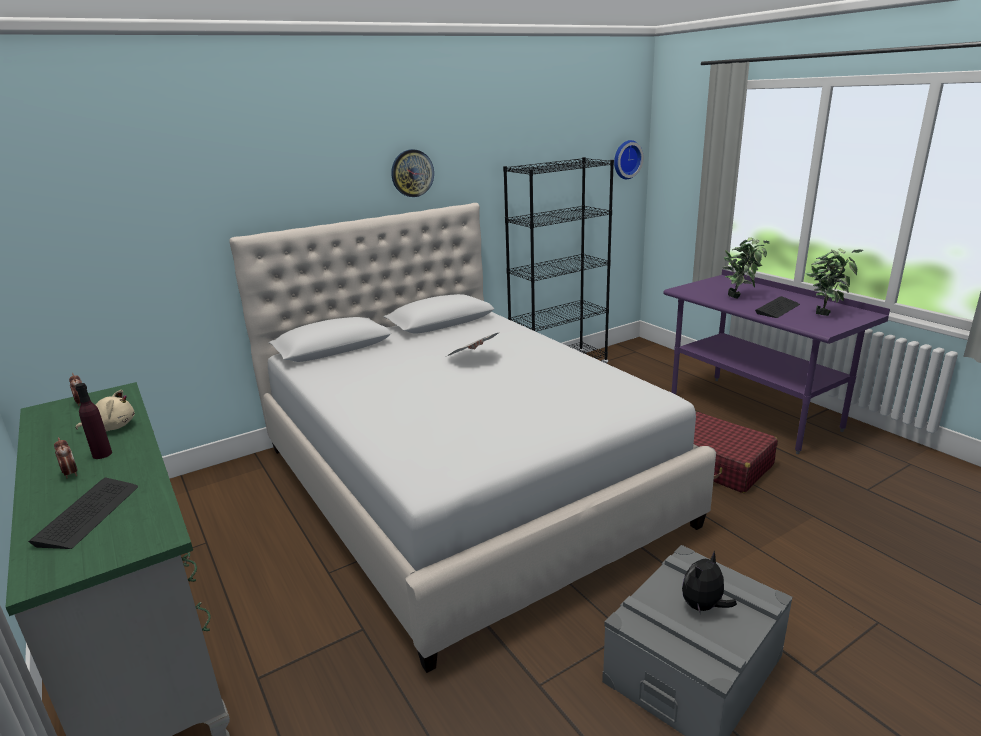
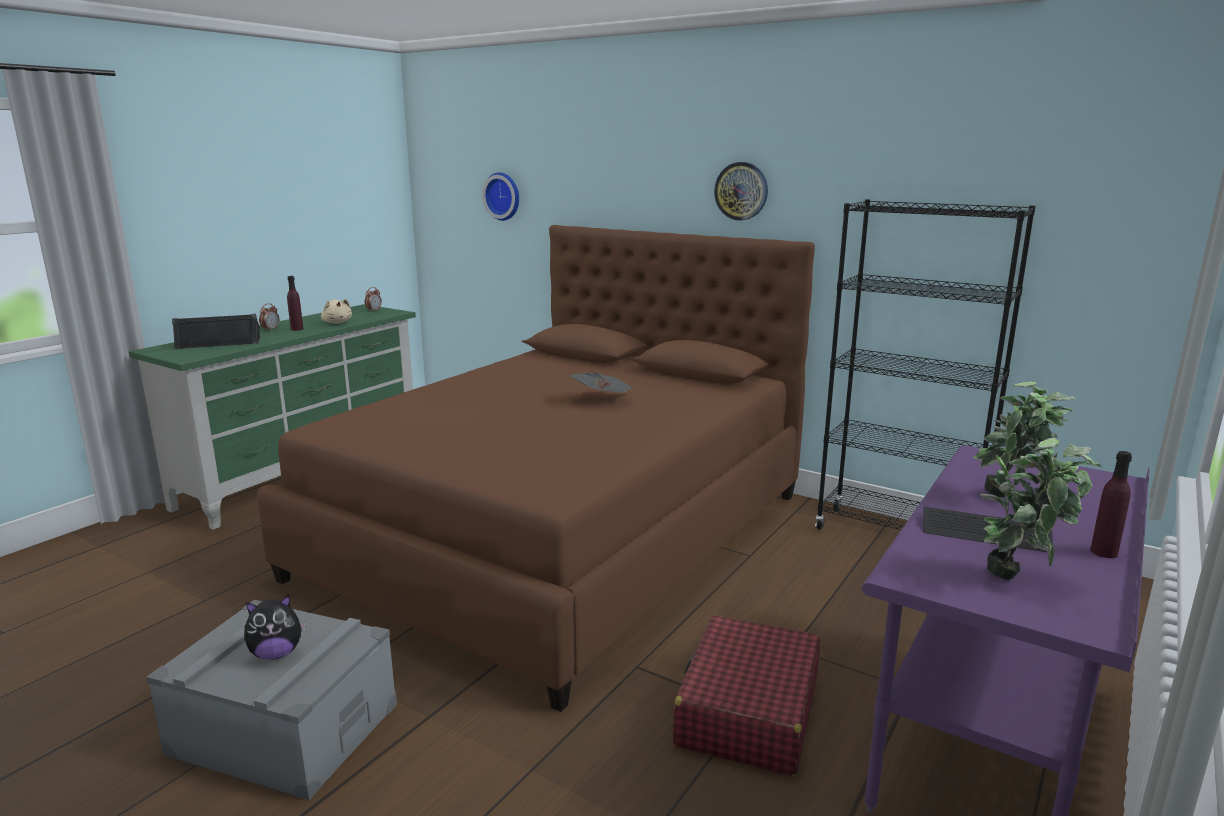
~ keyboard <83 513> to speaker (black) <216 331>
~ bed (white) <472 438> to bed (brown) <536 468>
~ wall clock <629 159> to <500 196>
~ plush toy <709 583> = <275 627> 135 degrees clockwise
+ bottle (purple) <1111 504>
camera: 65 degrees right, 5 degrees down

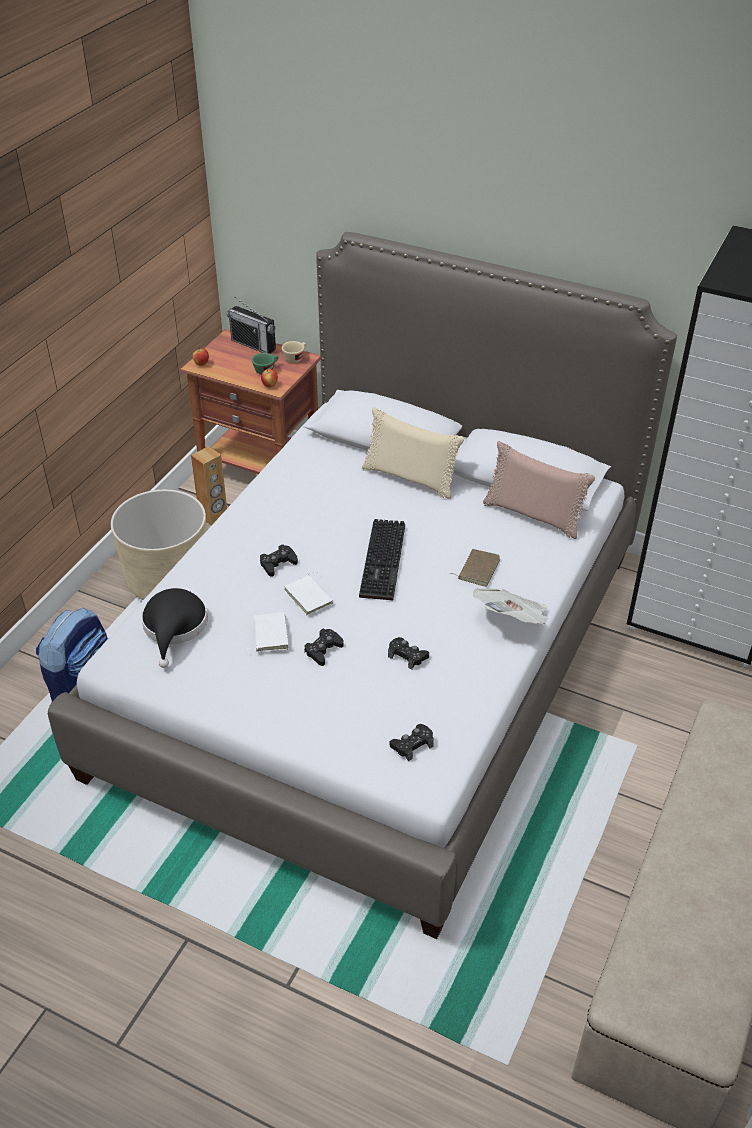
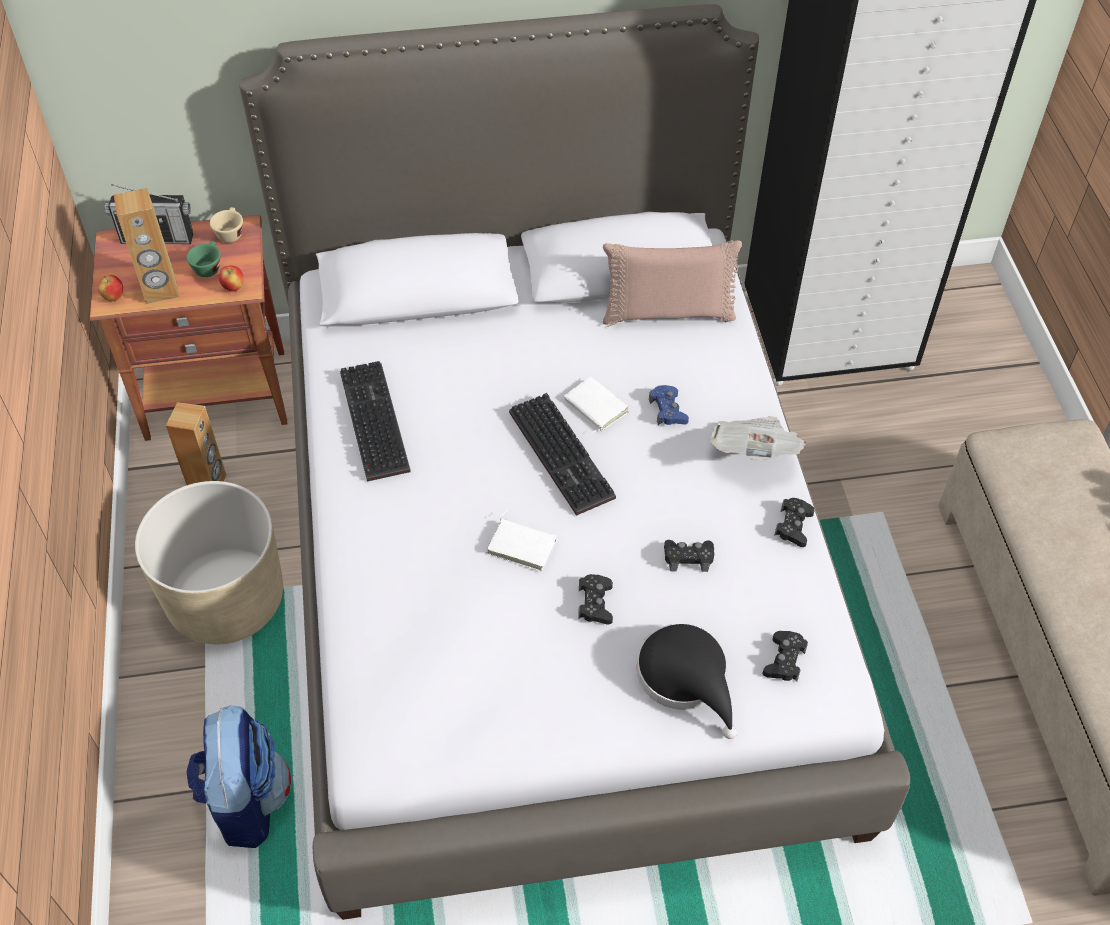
~ hat (black) <174 628> to <687 681>
~ book (white) <267 632> to <596 406>
~ game controller (black) <279 561> to <794 522>
- pillow (beige) <413 453>
~ book (brown) <474 568> to game controller (blue) <669 405>
+ speaker (brown) <146 246>
+ keyboard <375 421>
camera: 35 degrees left, 10 degrees up

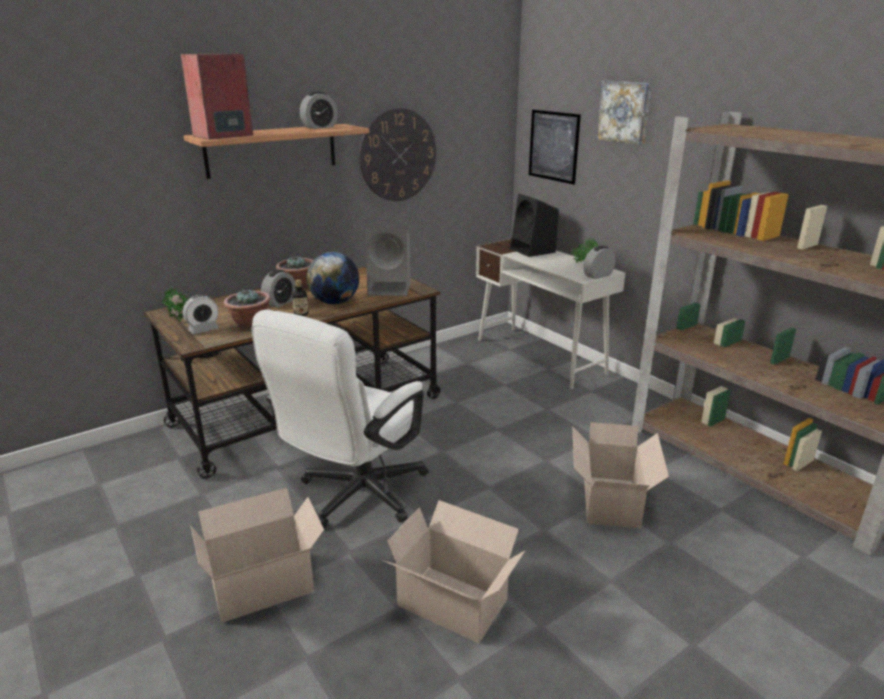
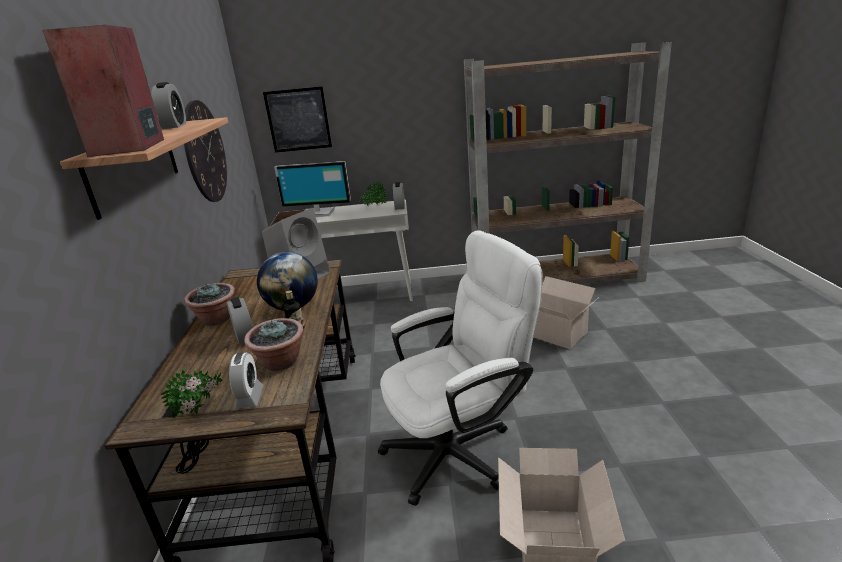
~ office chair (white) <340 419> = <460 368> 90 degrees counterclockwise
- cardboard box <454 571>
~ speaker (black) <534 225> to monitor <312 189>
- picture <624 113>
camera: 55 degrees left, 0 degrees up

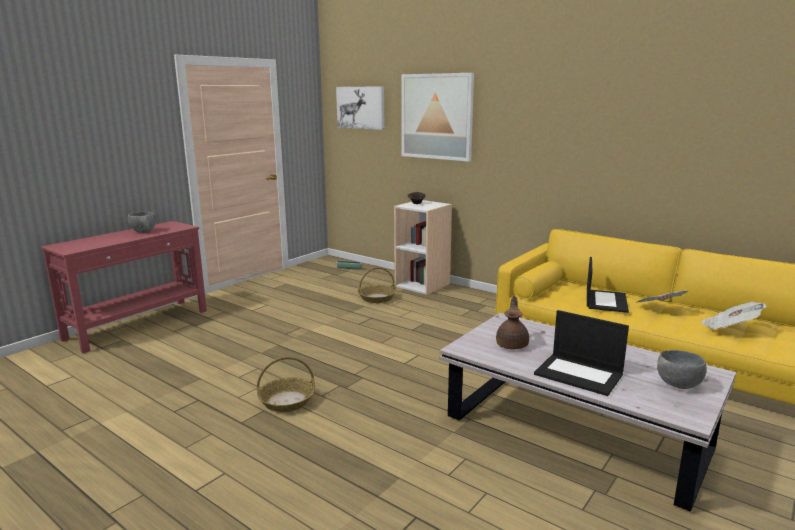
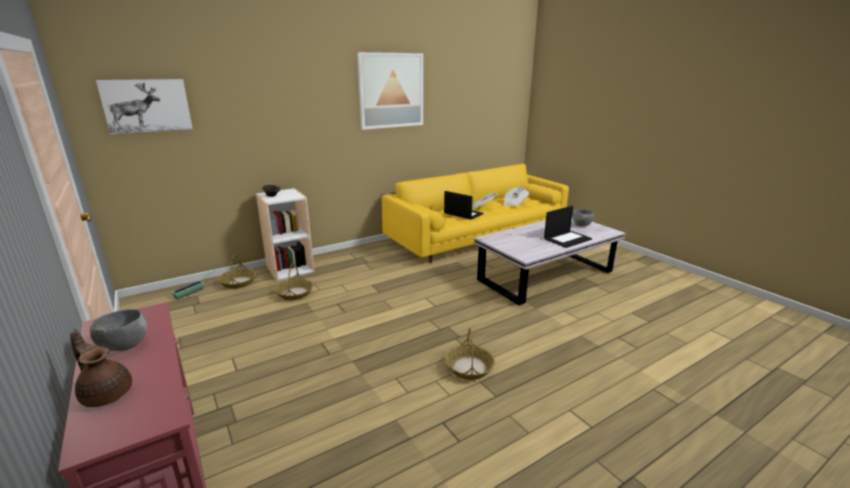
~ picture <437 117> to <390 91>
~ teapot (brown) <512 322> to <101 369>
+ basket <237 271>
camera: 70 degrees left, 5 degrees up

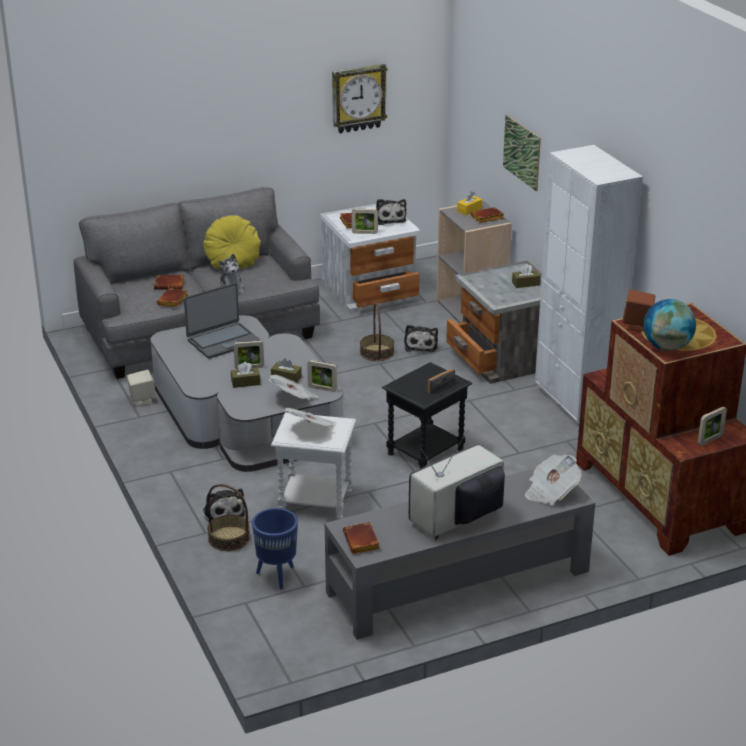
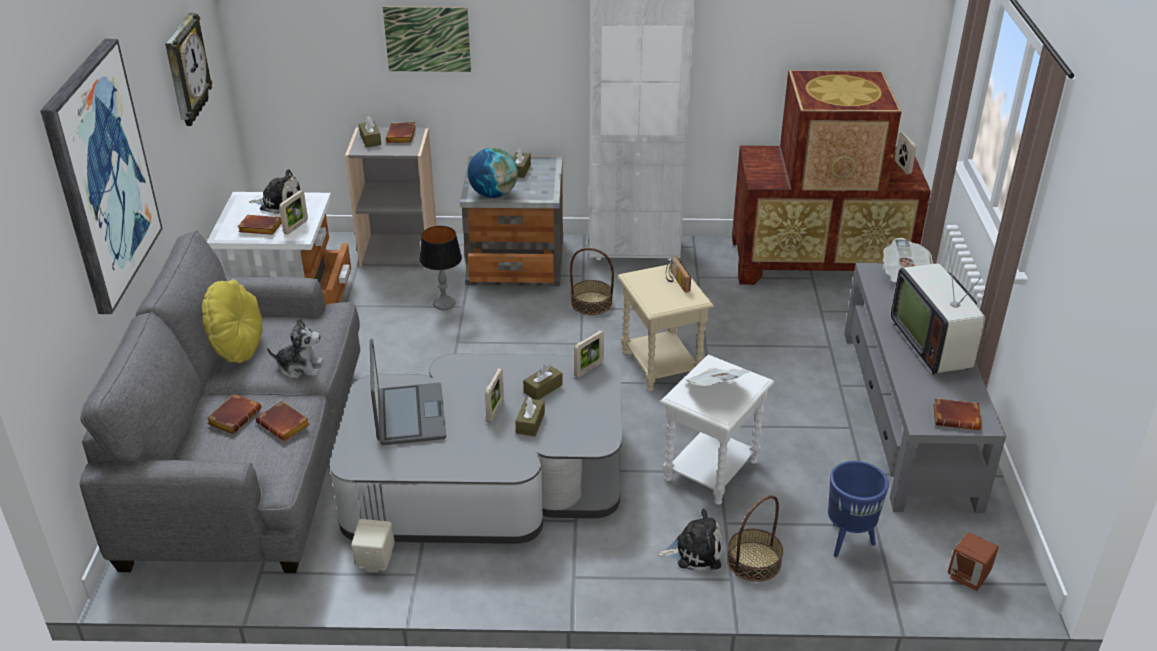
- newspaper <293 387>
~ basket <377 332> to <592 281>
~ side table (black) <427 415> to side table (beige) <666 327>
~ plush toy <421 338> to table lamp <440 268>
~ tissue box (yellow) <469 203> to tissue box (brown) <370 132>
~ speaker (brown) <639 310> to <973 562>
~ globe <669 325> to <493 173>
+ picture <101 176>
camera: 65 degrees left, 5 degrees up

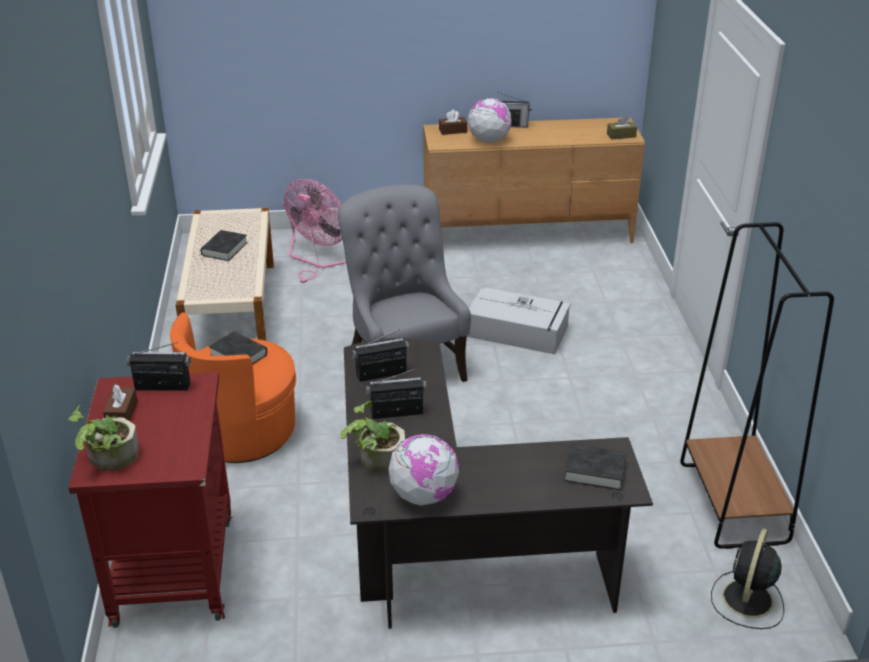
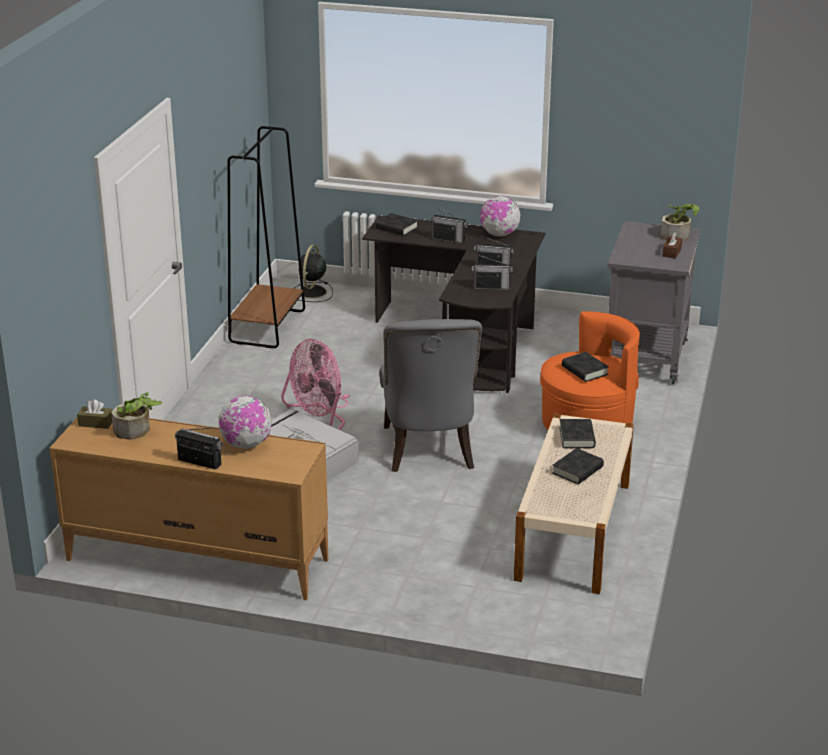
~ cart (red) <151 500> to cart (grey) <654 302>
~ radio <158 366> to <449 225>
~ fan (pink) <314 231> to <315 384>
~ potted plant <372 437> to <137 416>
- tissue box (brown) <453 122>
~ fan (black) <747 578> = <313 273> 150 degrees clockwise
+ book (black) <577 433>
camera: 160 degrees left, 5 degrees down

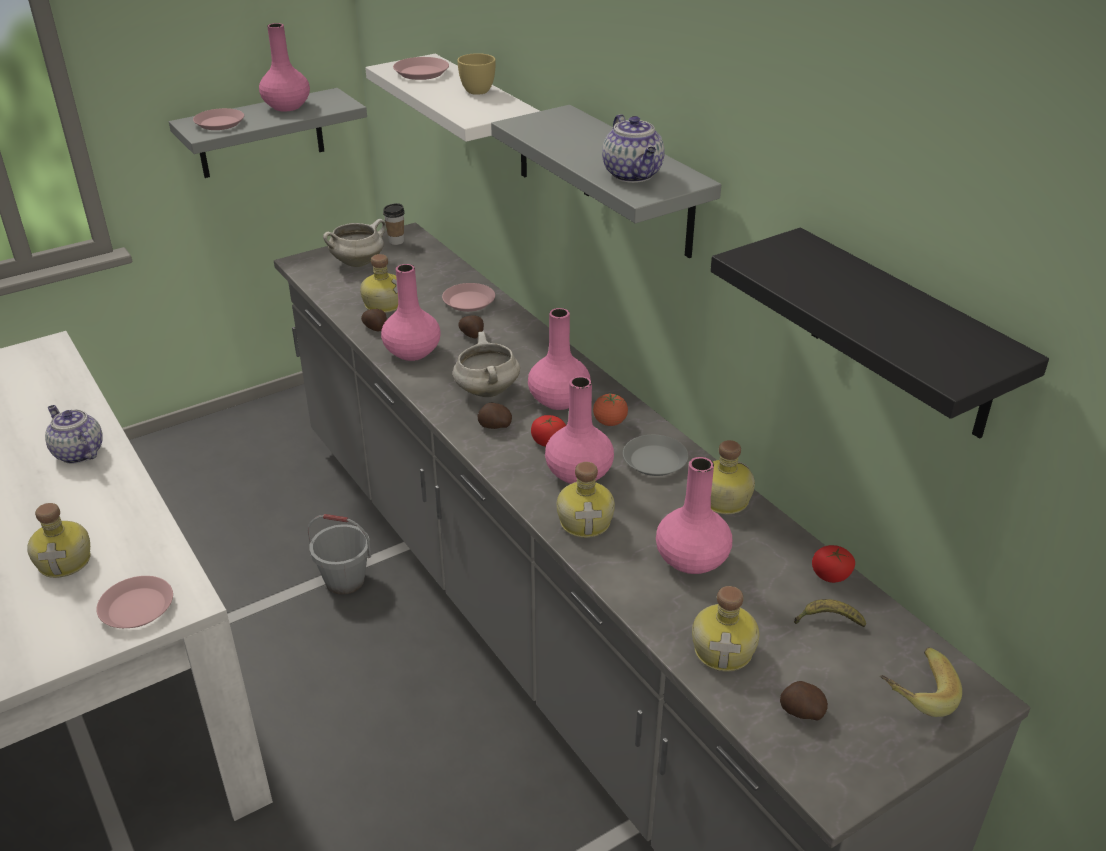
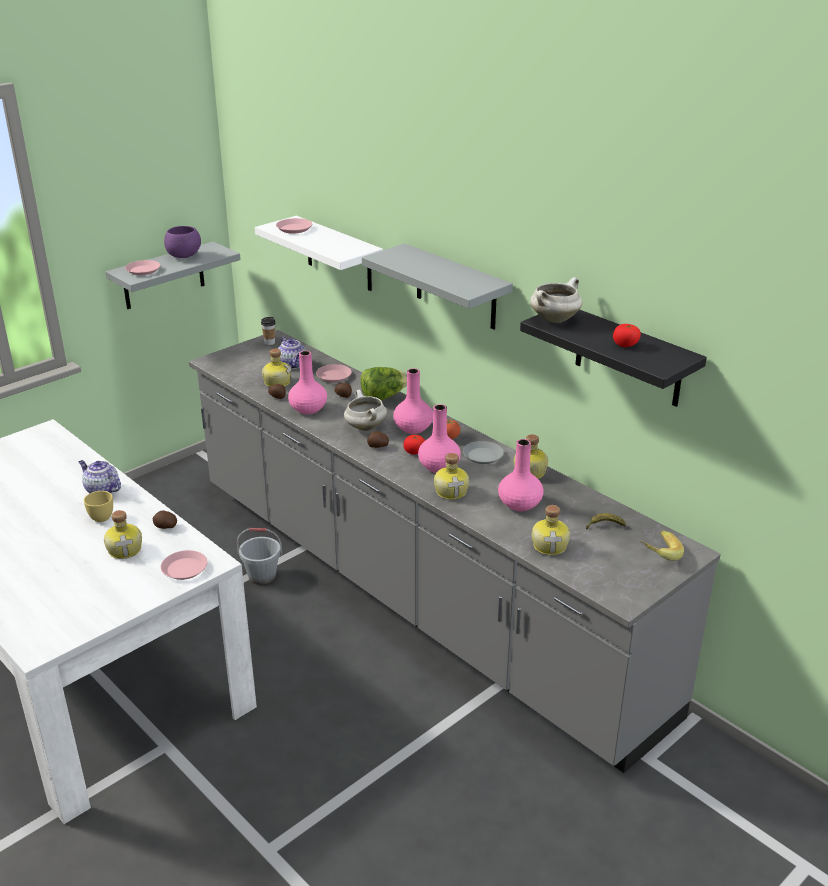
~ vase (pink) <284 67> to bowl (purple) <182 242>
~ cooking pot (white) <354 243> to <556 300>
~ cup (yellow) <476 74> to <98 506>
~ teapot <633 148> to <292 353>
~ potato <804 700> to <165 519>
~ tomato <833 564> to <627 335>
+ lettuce <383 384>
camera: 10 degrees left, 5 degrees down

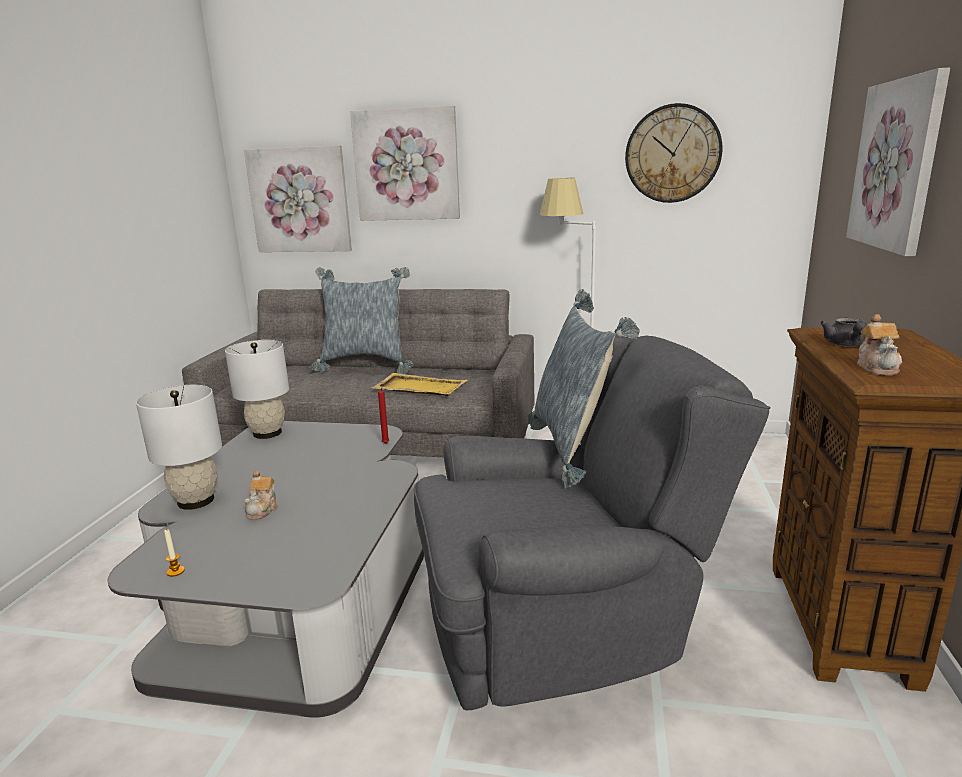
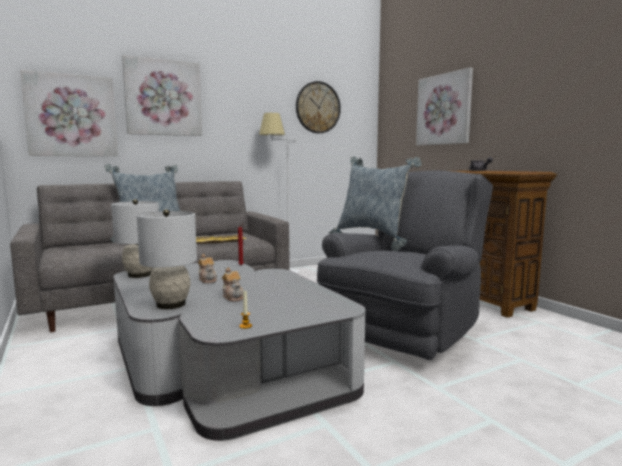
~ teapot <879 345> to <207 268>
camera: 40 degrees left, 10 degrees down

